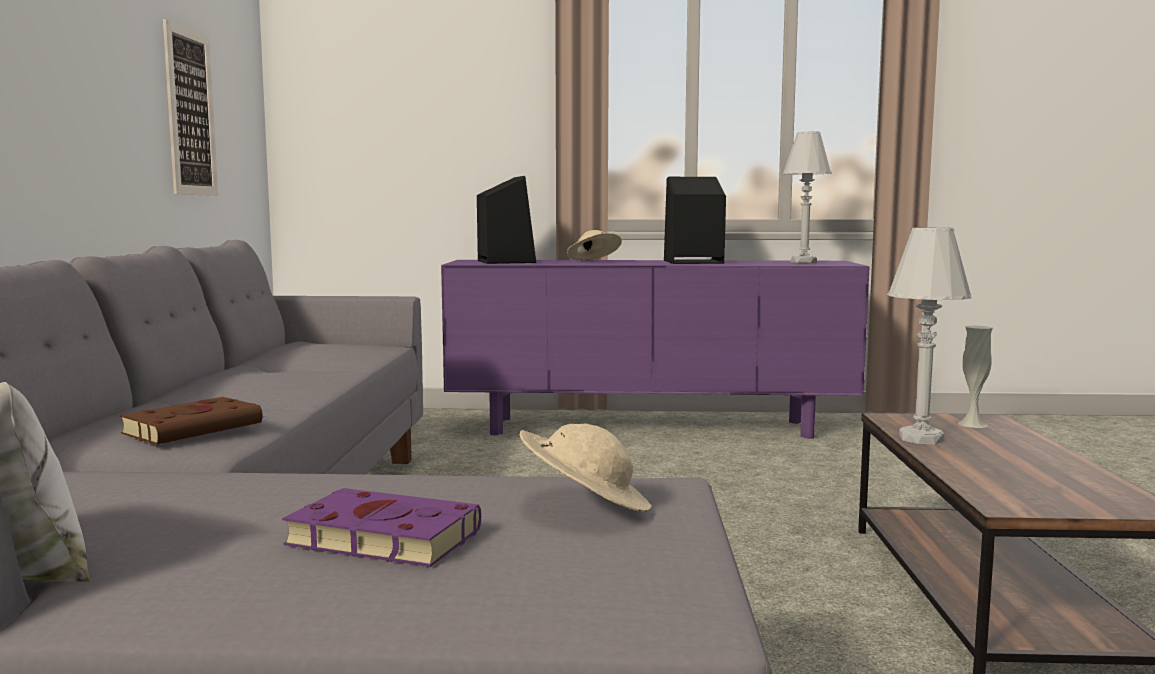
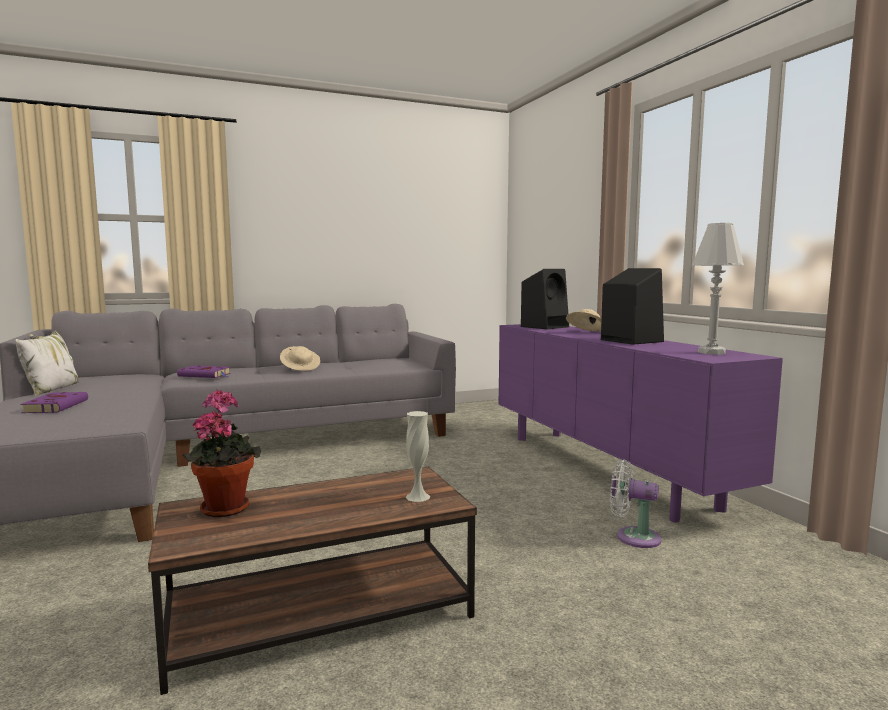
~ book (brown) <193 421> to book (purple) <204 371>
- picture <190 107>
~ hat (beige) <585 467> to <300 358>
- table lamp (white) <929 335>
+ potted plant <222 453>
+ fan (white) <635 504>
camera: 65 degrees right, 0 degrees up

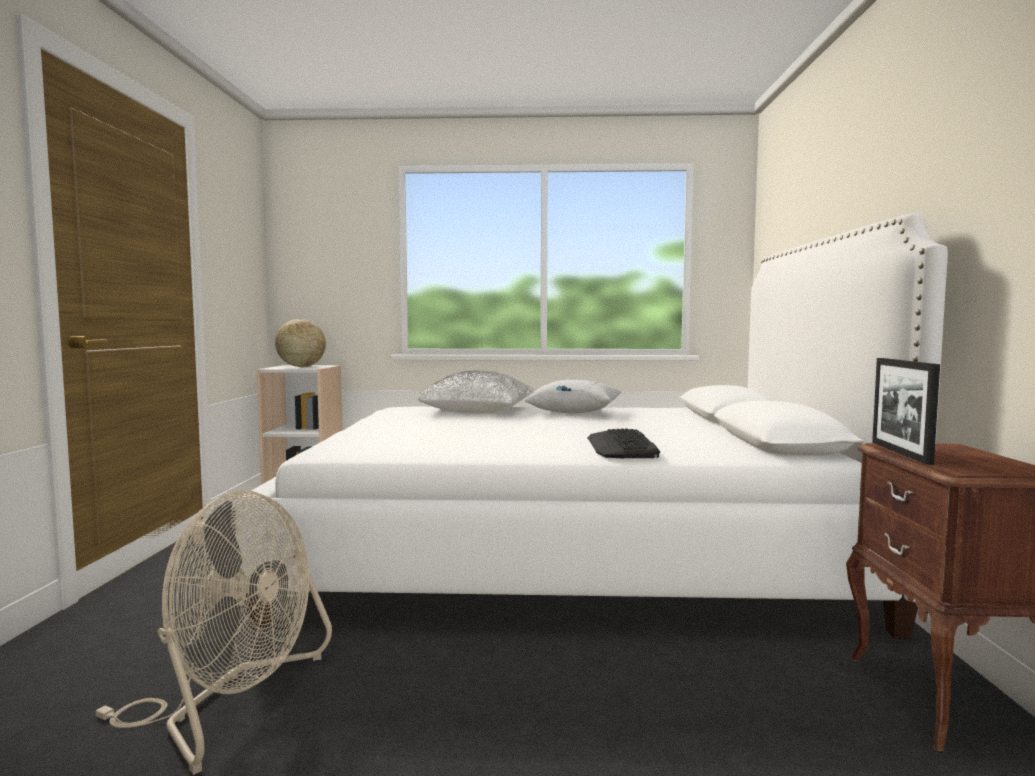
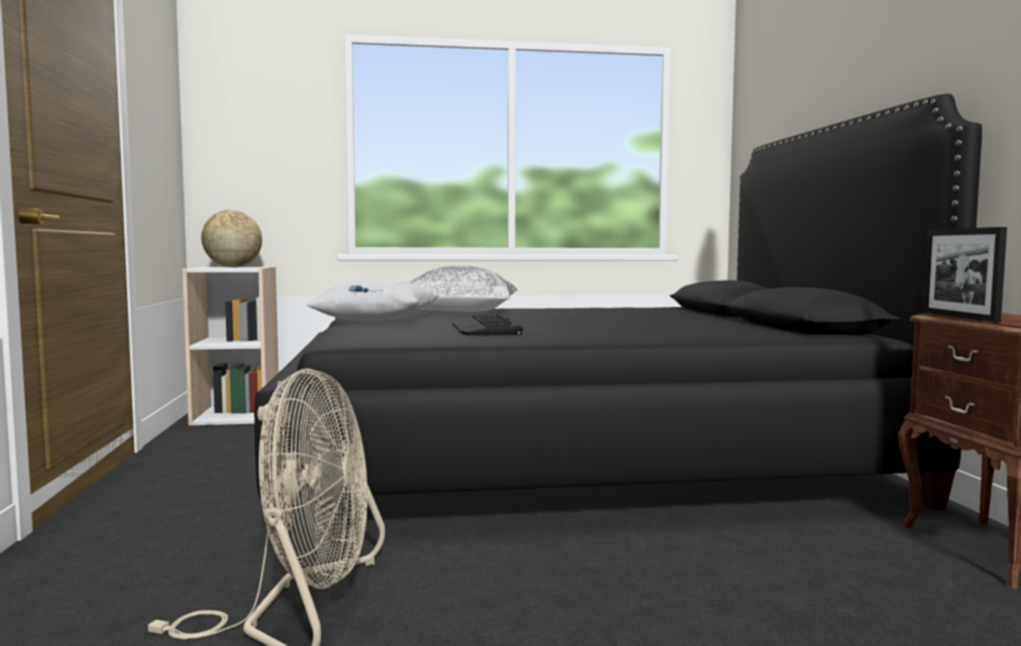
~ bed (white) <591 426> to bed (black) <618 317>
~ pillow (grey) <573 396> to <373 300>
~ keyboard <624 443> to <487 325>
camera: 10 degrees left, 0 degrees up

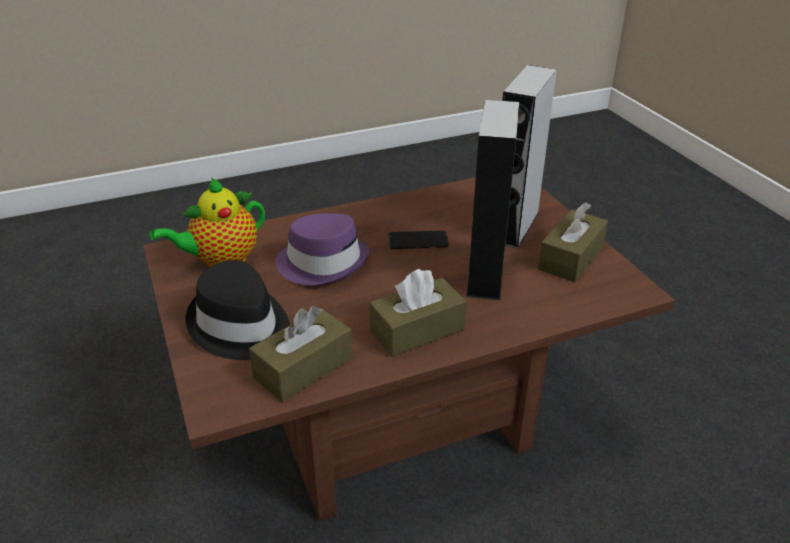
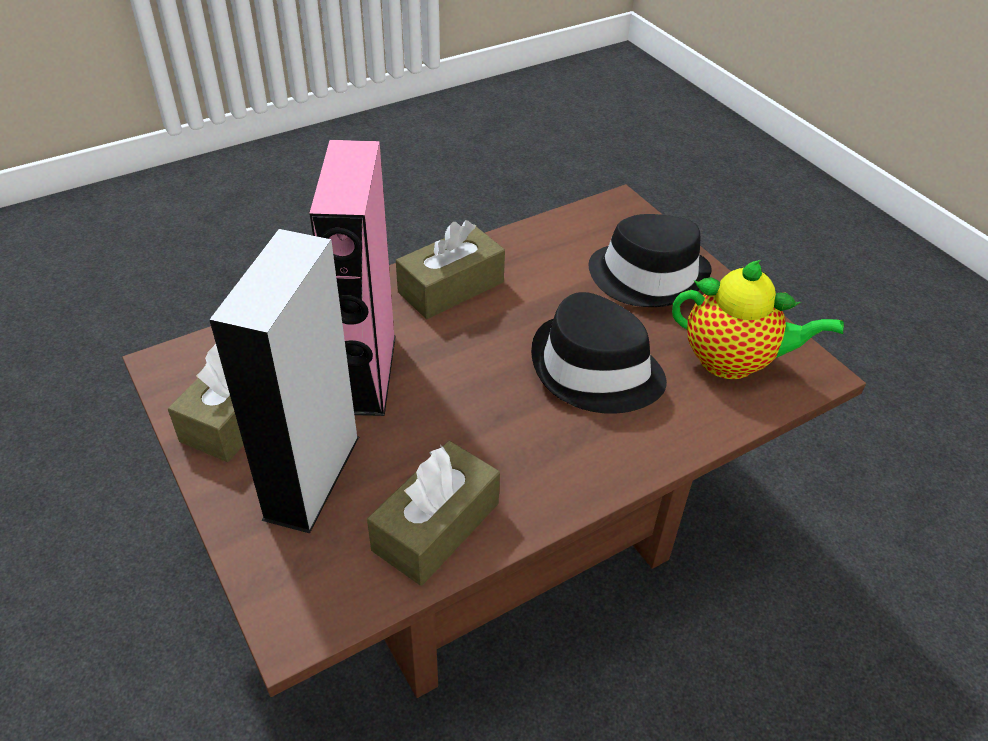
~ teapot <207 222> = <758 319> 60 degrees clockwise
~ tissue box (brown) <301 354> to <433 513>
~ hat (purple) <322 249> to hat (black) <599 353>
- phone <418 239>
~ speaker (grey) <492 200> to speaker (pink) <352 278>
camera: 170 degrees right, 10 degrees up

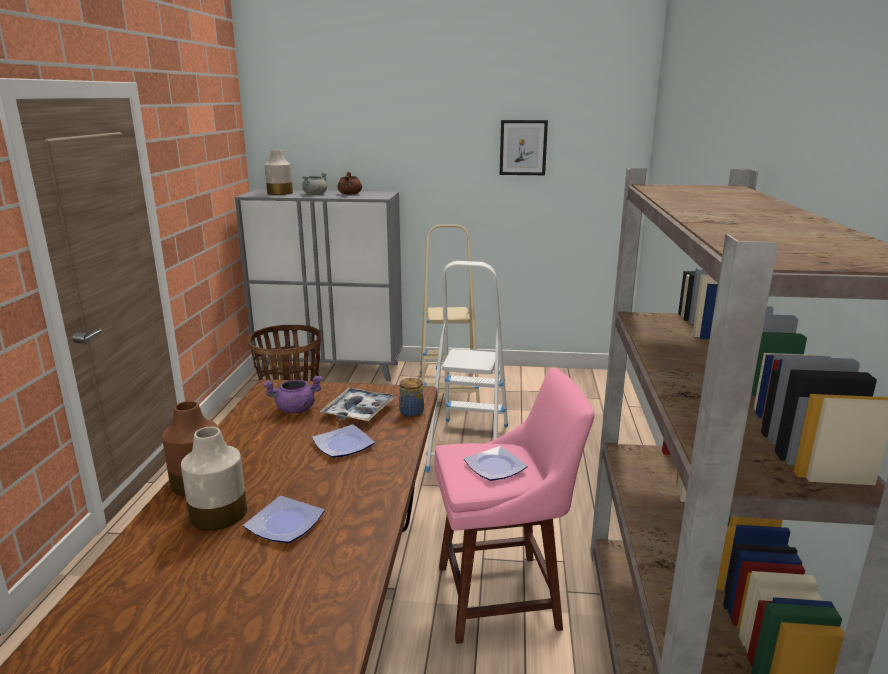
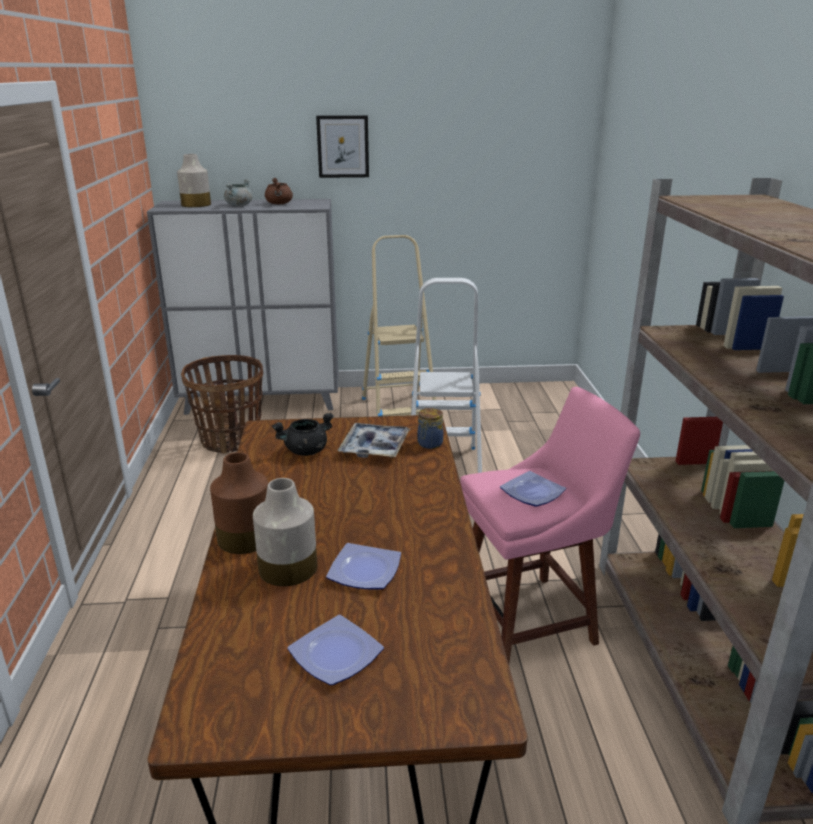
~ cooking pot (purple) <292 395> to cooking pot (black) <303 434>
~ plate <343 441> to <335 650>
~ picture <524 147> to <342 146>
camera: 10 degrees left, 5 degrees up

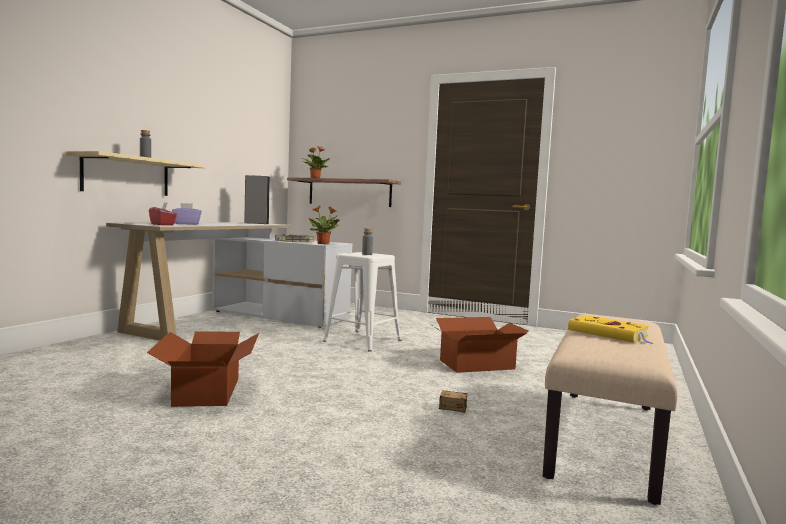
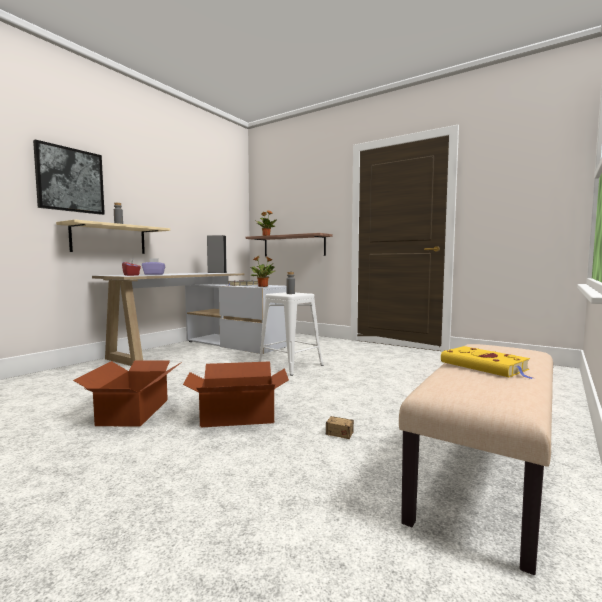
~ cardboard box <480 345> to <236 394>
+ picture <69 177>
camera: 10 degrees right, 0 degrees up

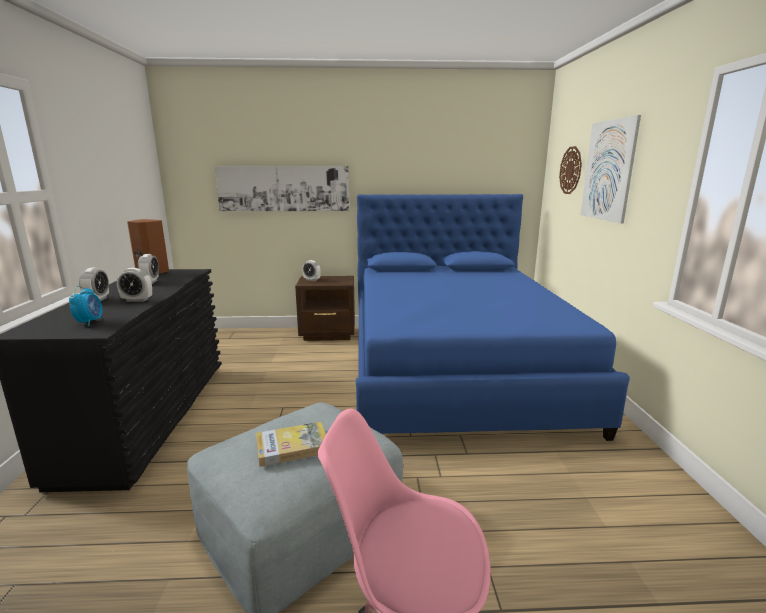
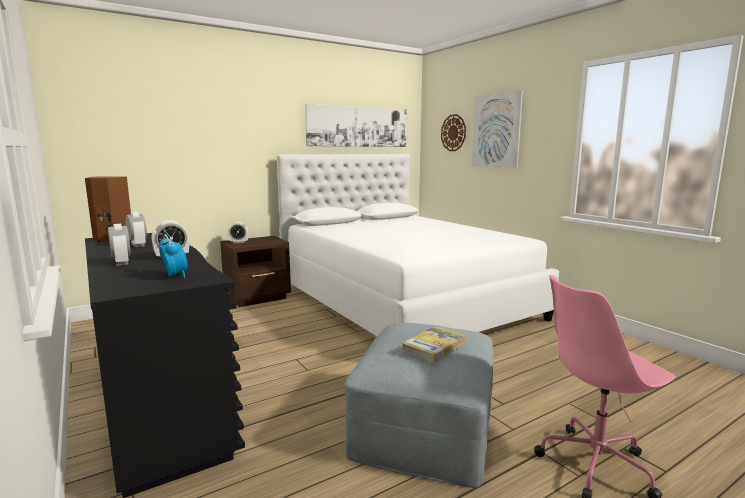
~ picture <282 189> to <356 125>
~ bed (blue) <493 317> to bed (white) <418 245>
camera: 30 degrees left, 5 degrees down

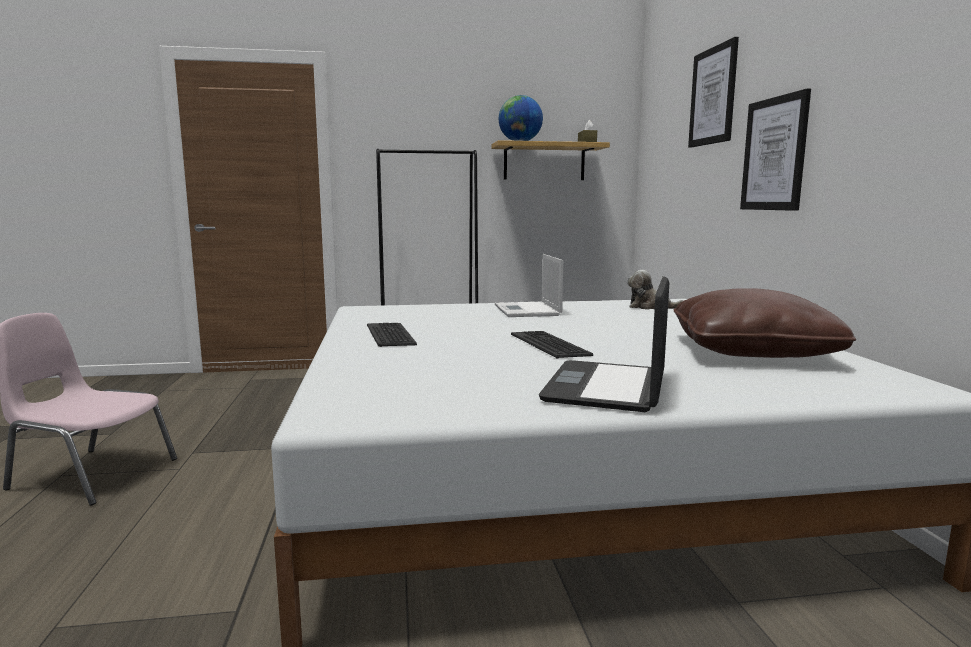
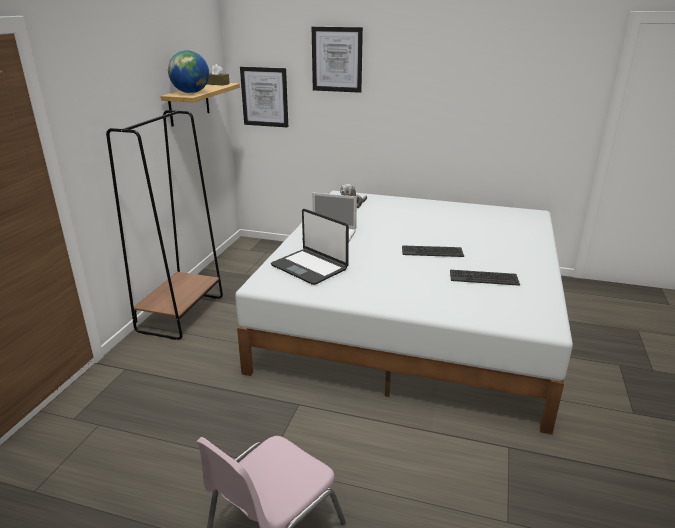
~ keyboard <392 335> to <485 278>
~ laptop <604 344> to <310 247>
- pillow (brown) <765 323>
~ picture <775 149> to <264 97>
camera: 65 degrees left, 15 degrees up

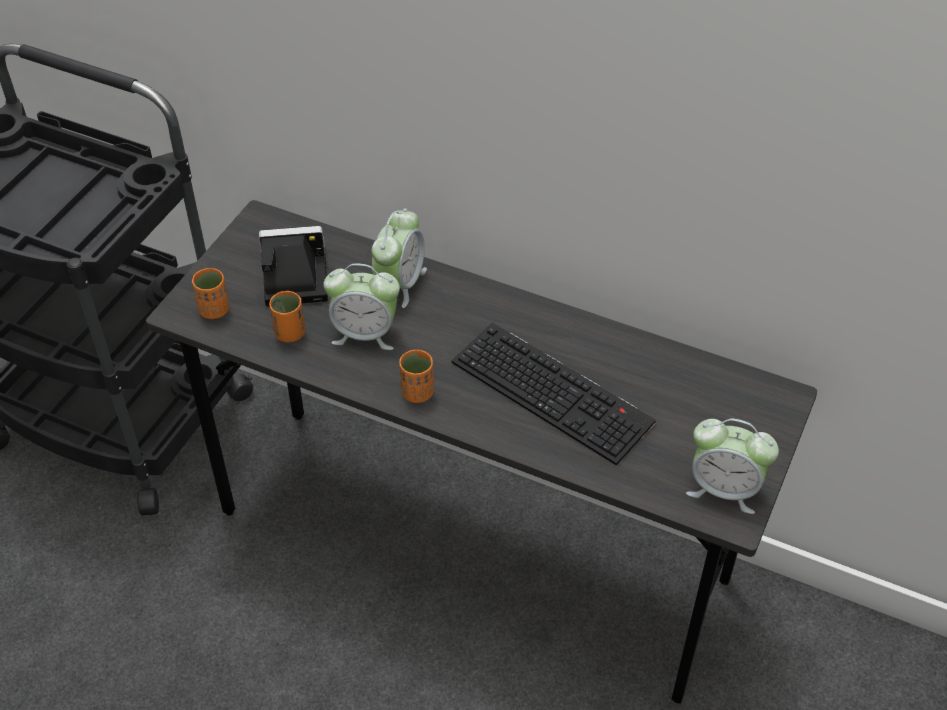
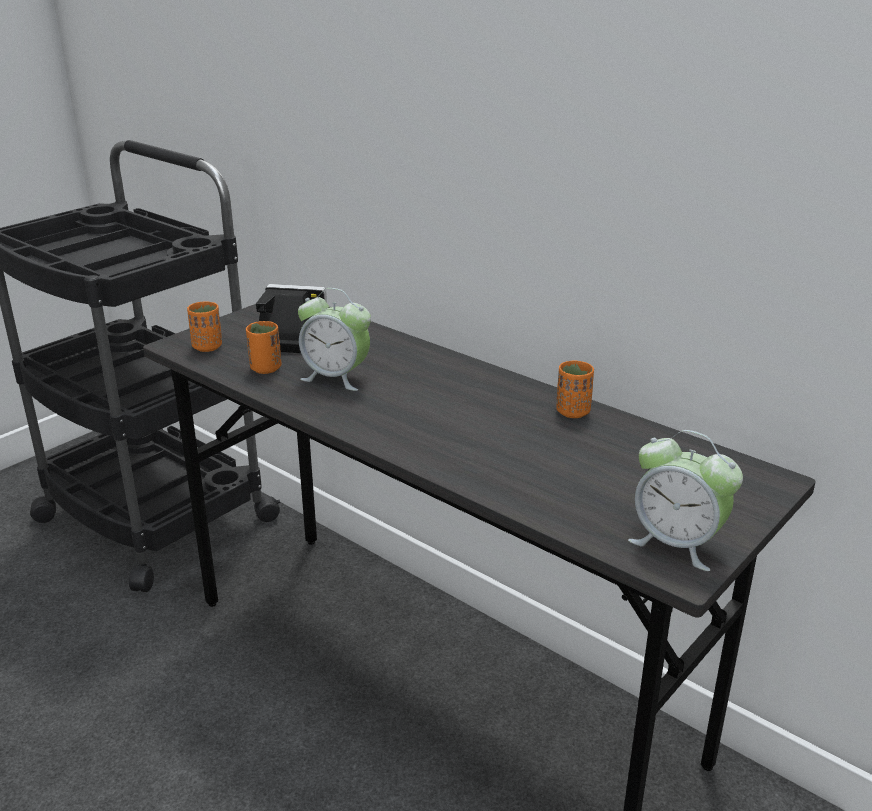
- alarm clock <399 258>
~ cup (orange) <416 376> to <575 389>
- keyboard <554 394>
camera: 15 degrees right, 20 degrees down

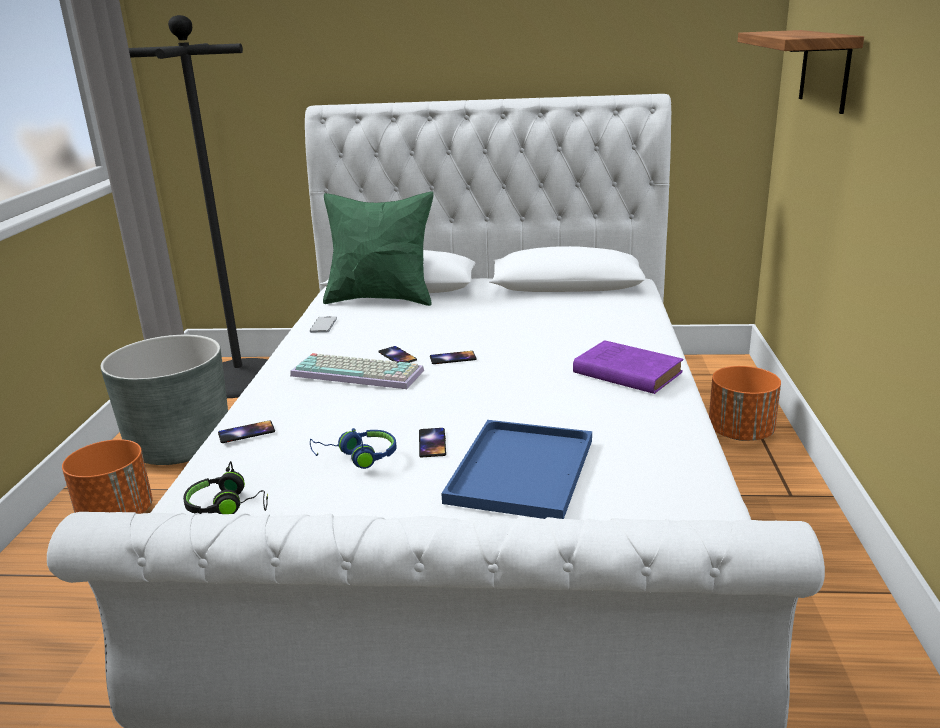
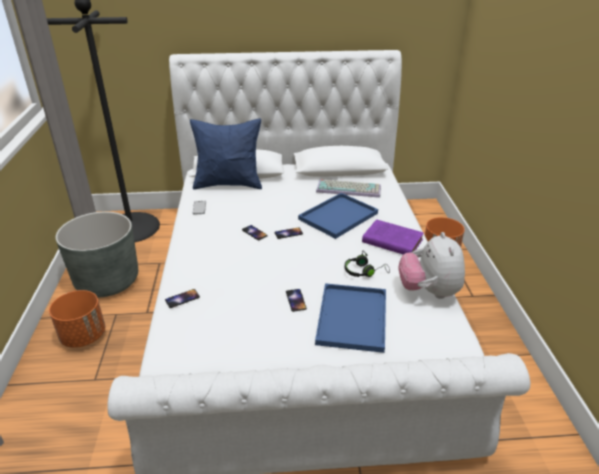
~ headphones (black) <225 487> to <367 264>
~ keyboard <357 371> to <348 188>
- headphones (blue) <353 448>
~ pillow (green) <378 248> to pillow (blue) <226 154>
- shelf <801 72>
+ tray (blue) <338 216>
+ plush toy <431 265>
camera: 10 degrees left, 10 degrees up

